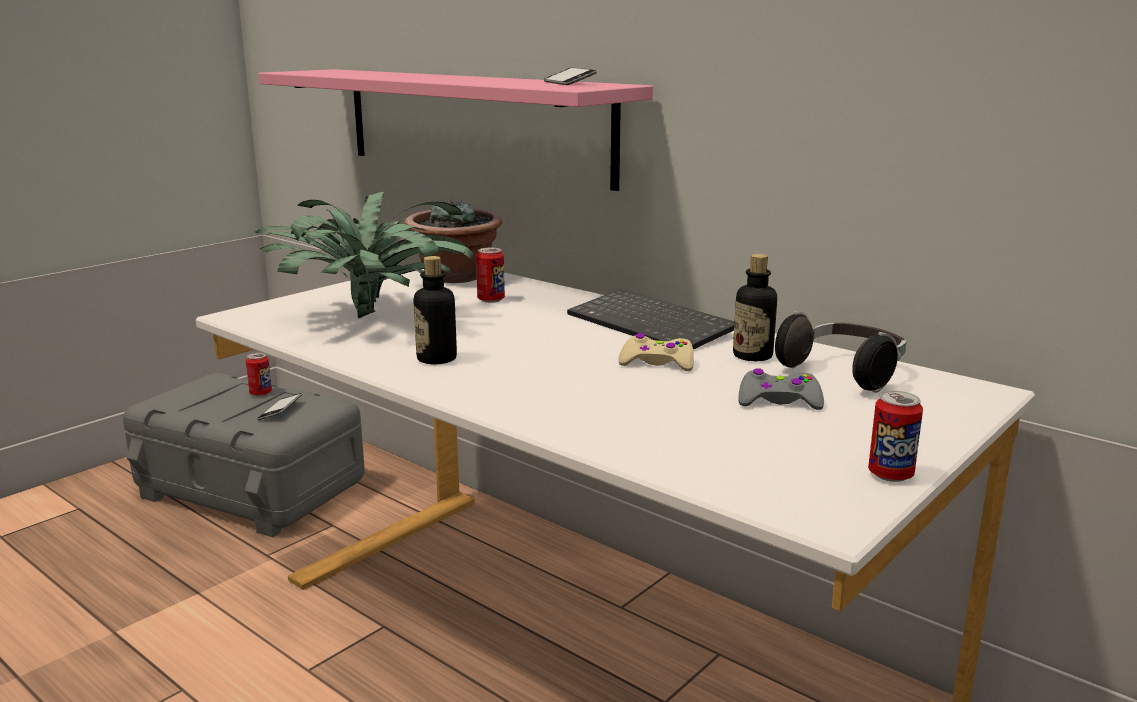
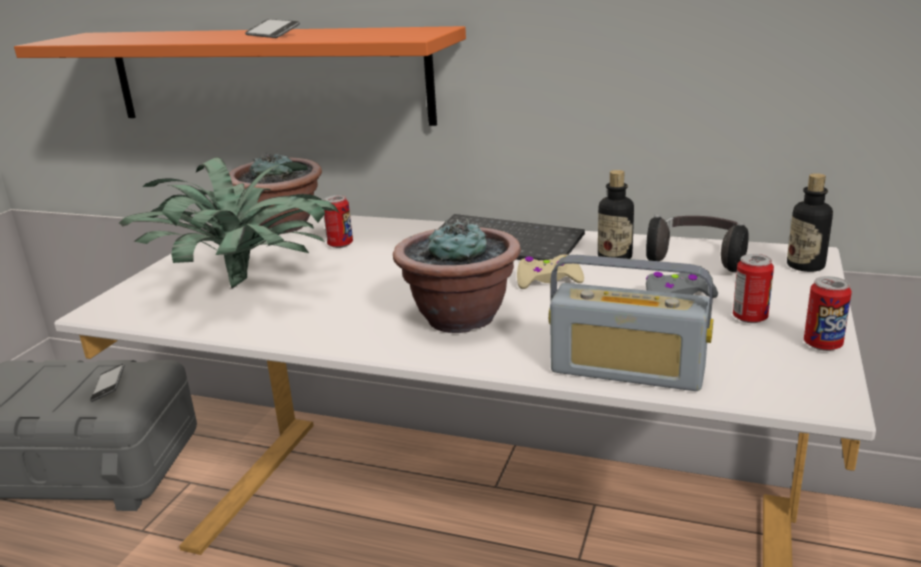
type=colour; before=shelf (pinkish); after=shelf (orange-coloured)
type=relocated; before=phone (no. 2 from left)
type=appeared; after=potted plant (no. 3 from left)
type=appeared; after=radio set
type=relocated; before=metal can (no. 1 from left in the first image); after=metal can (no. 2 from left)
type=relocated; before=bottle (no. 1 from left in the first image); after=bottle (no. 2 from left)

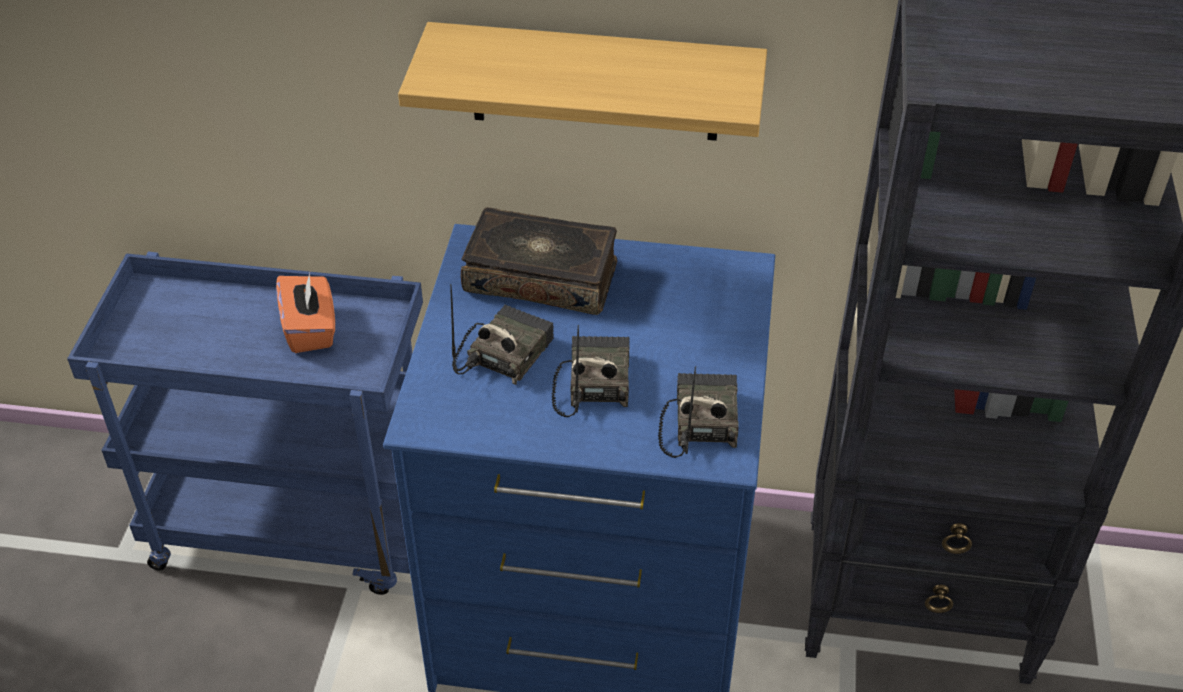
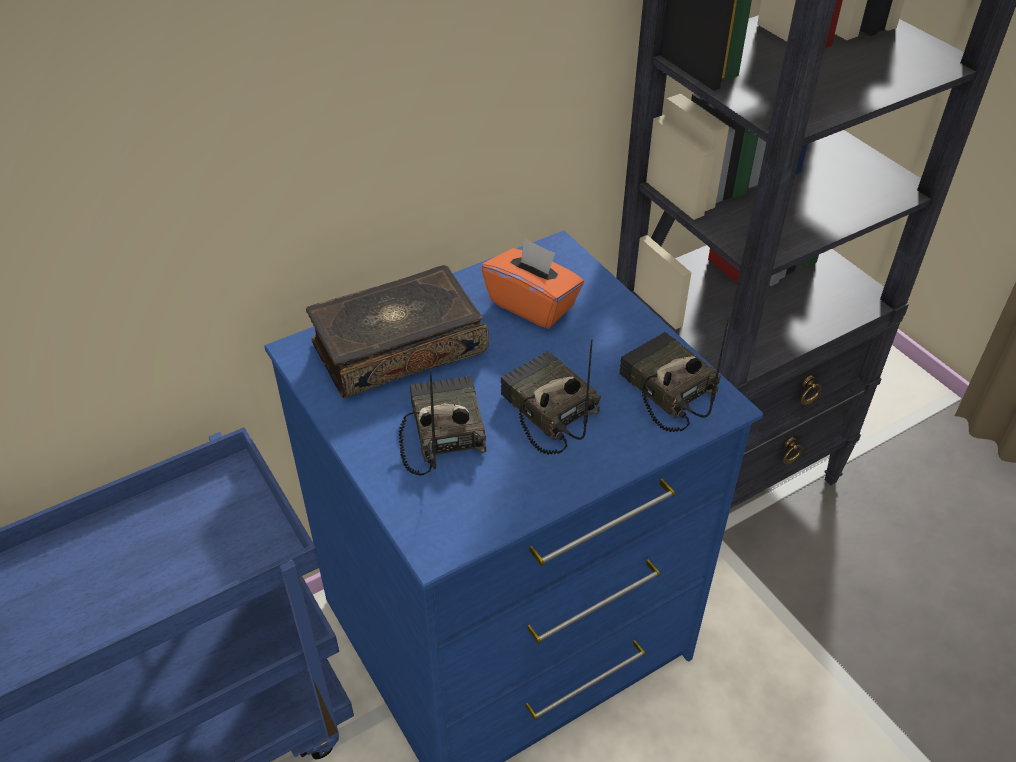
type=relocated; before=tissue holder (orange-coloured)
type=missing; before=shelf

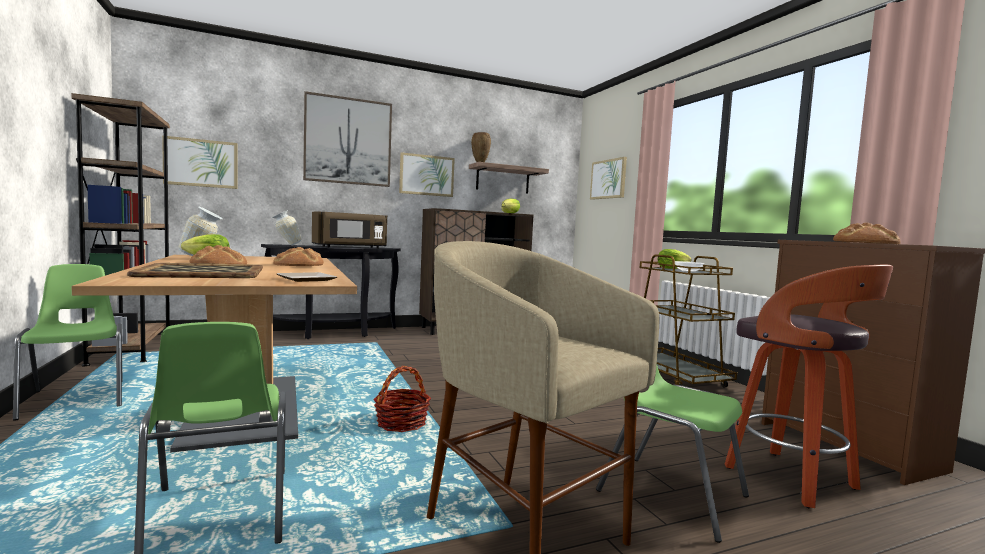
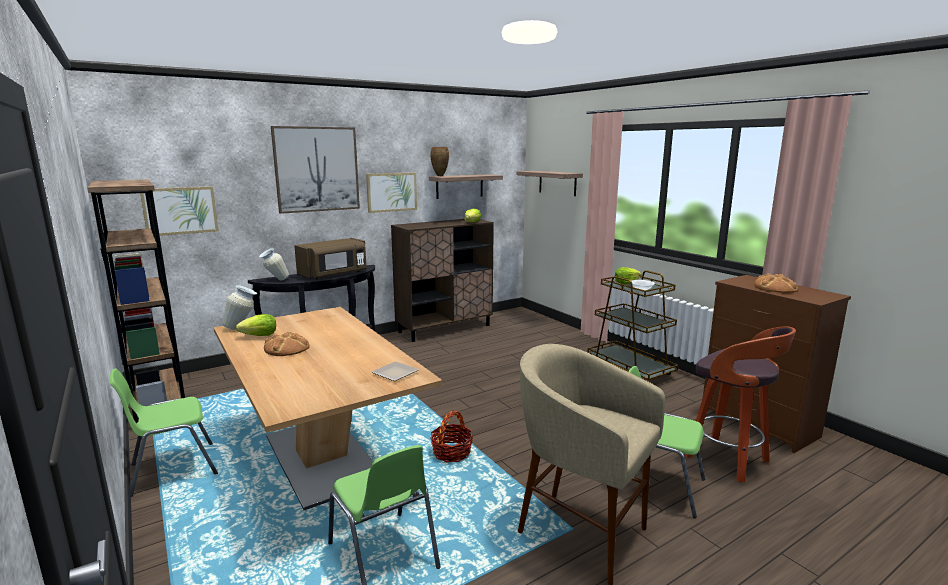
type=spun; before=upright chair (green) (no. 1 from left); turn=-75
type=exchanged; before=picture (no. 4 from left); after=shelf (no. 2 from left)
type=missing; before=carrying tray
type=missing; before=baked bread (no. 2 from left)

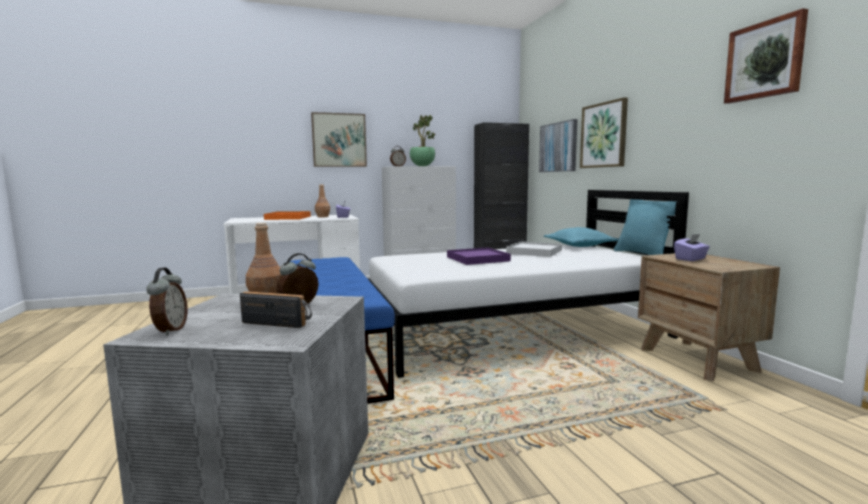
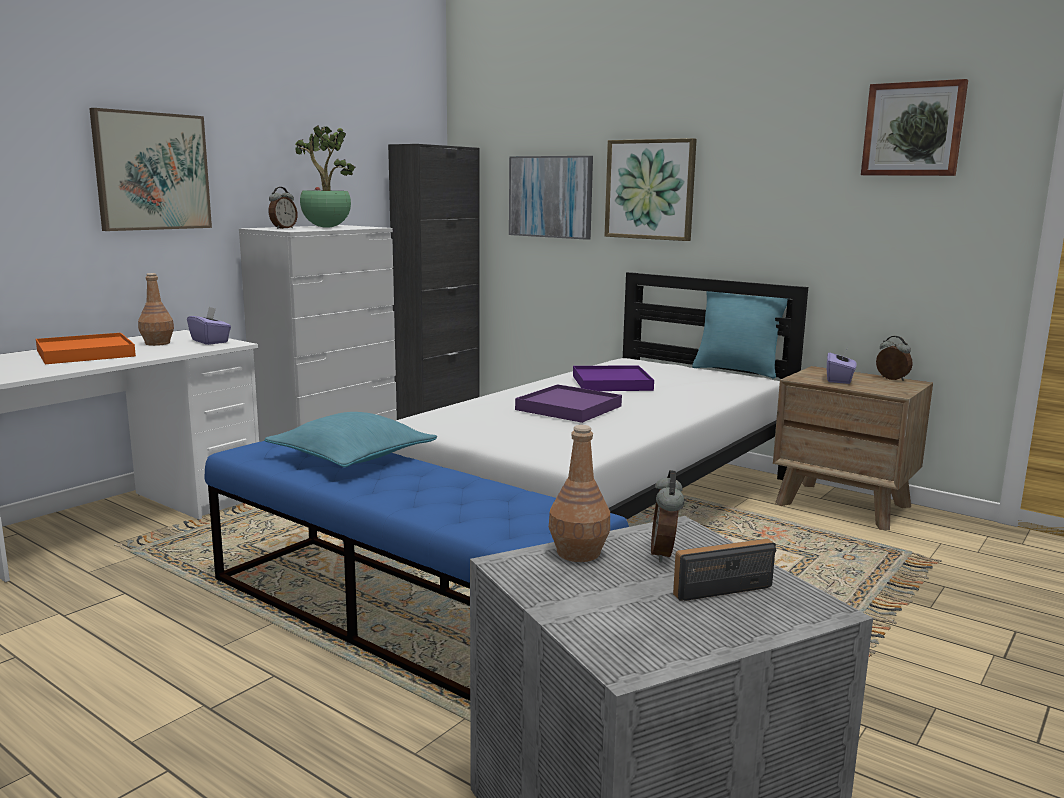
type=relocated; before=throw pillow (turquoise-coloured) (no. 1 from left)
type=colour; before=carrying tray (whitish); after=carrying tray (purple) (no. 2 from left)
type=relocated; before=alarm clock (no. 1 from left in the first image); after=alarm clock (no. 3 from left)

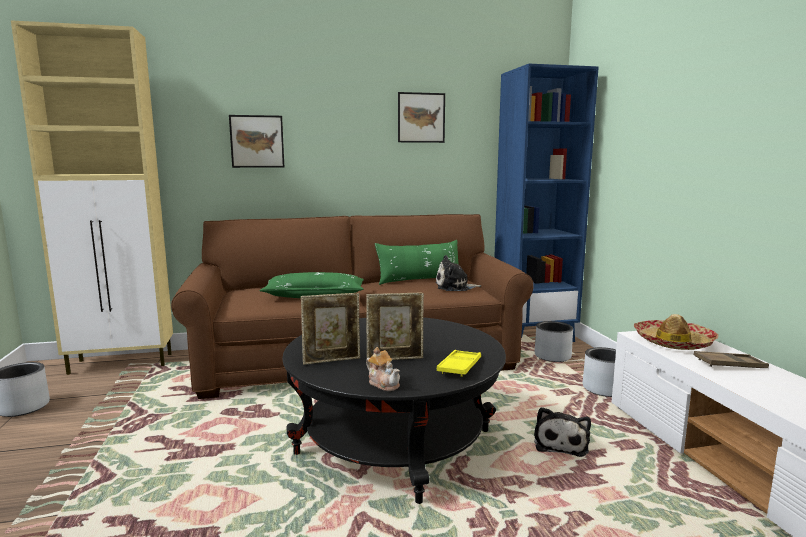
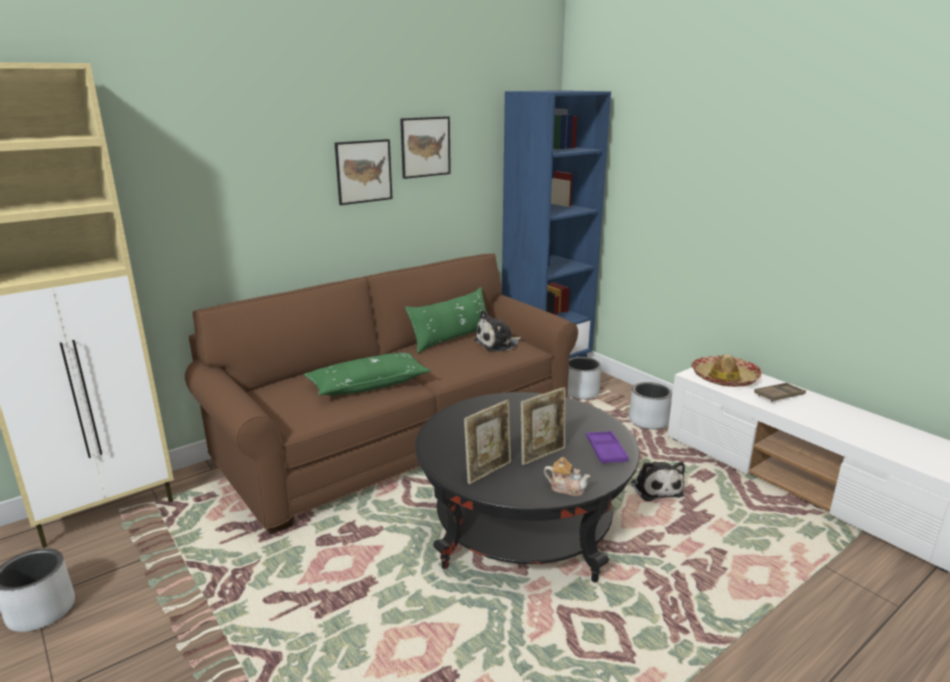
type=relocated; before=picture (no. 1 from left)
type=colour; before=carrying tray (yellowish); after=carrying tray (purple)

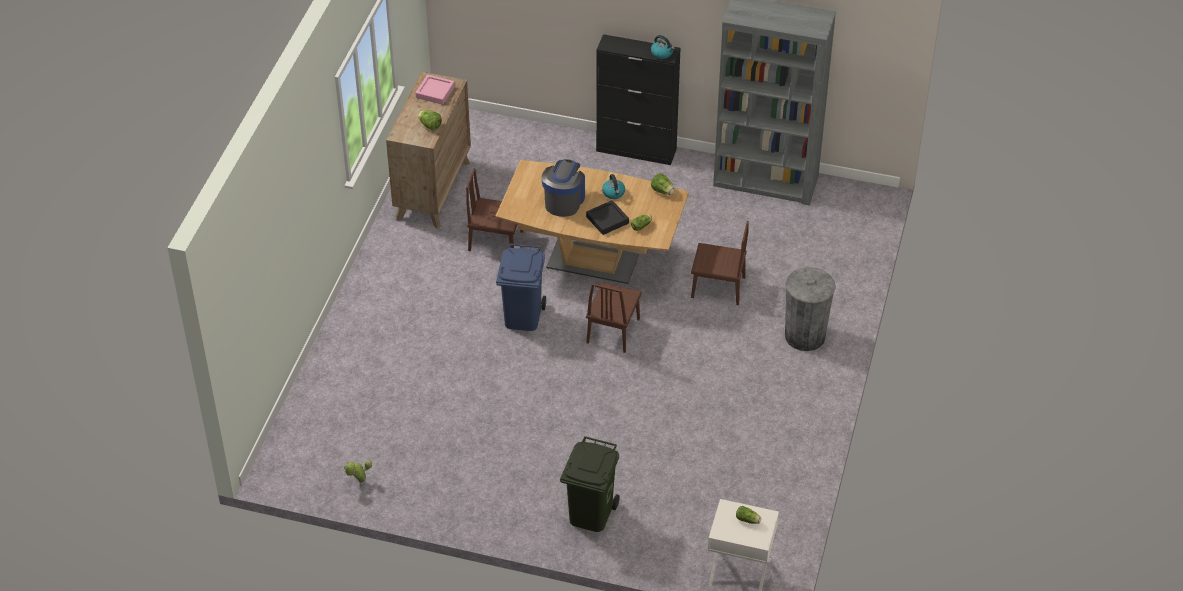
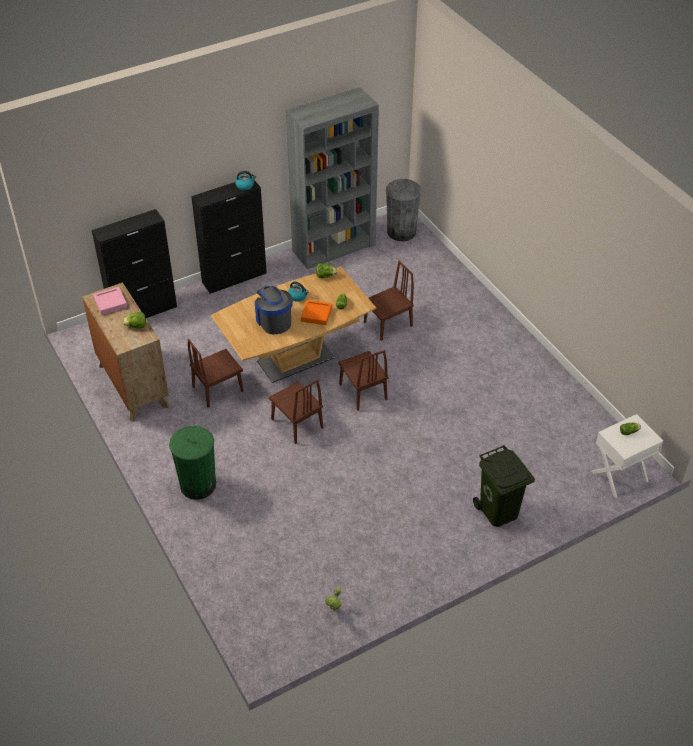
type=appeared; after=cabinet (blackish) (no. 1 from left)
type=appeared; after=trash can (green) (no. 1 from left)
type=exchanged; before=trash can (blue-coloured); after=upright chair (brownish) (no. 2 from left)
type=colour; before=carrying tray (blackish); after=carrying tray (orange-coloured)
type=relocated; before=trash can (grey)

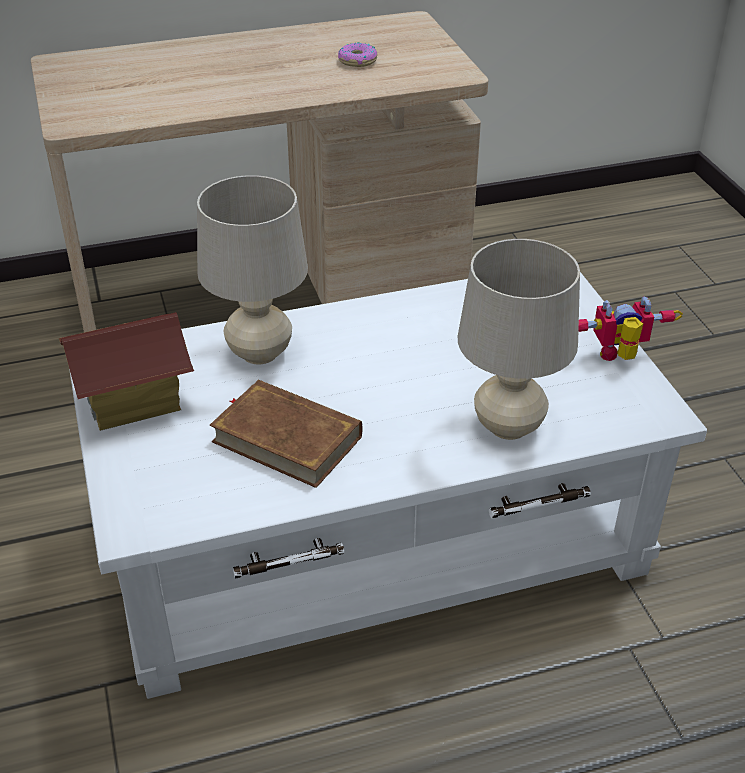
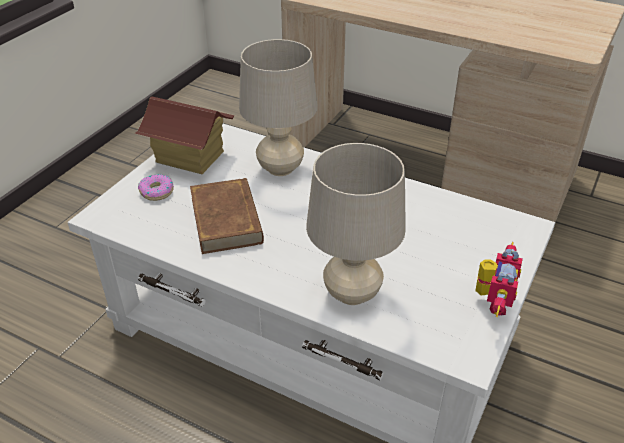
type=relocated; before=doughnut
type=spun; before=toy robot; turn=75

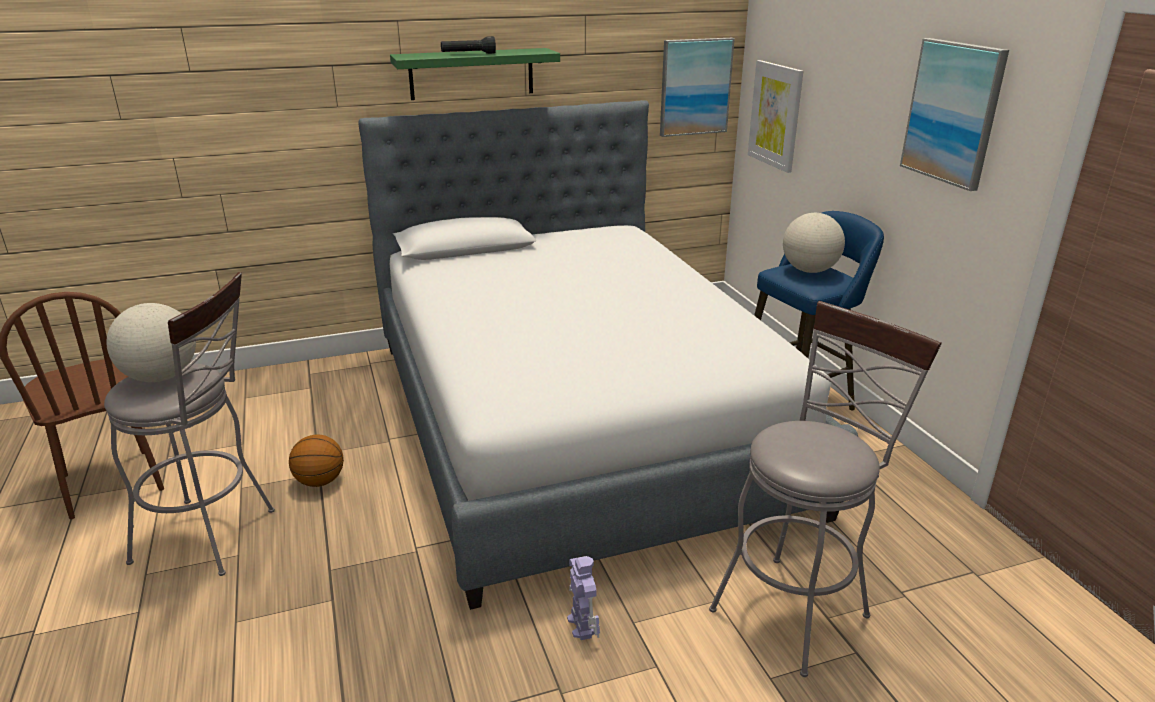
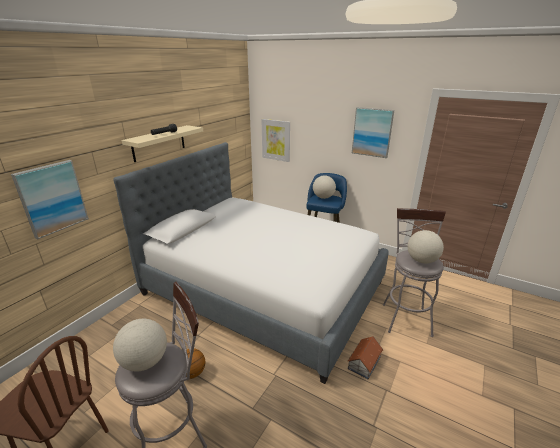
type=relocated; before=picture (no. 1 from left)
type=colour; before=shelf (green); after=shelf (sand-coloured)
type=exchanged; before=toy robot; after=toy house
type=appeared; after=globe (no. 3 from left)

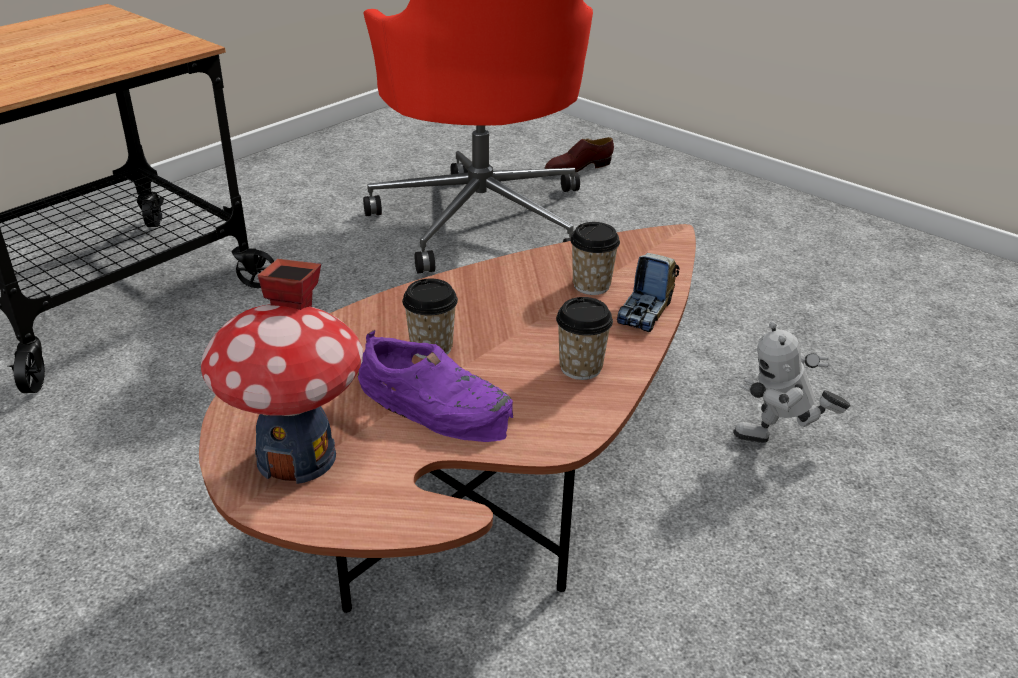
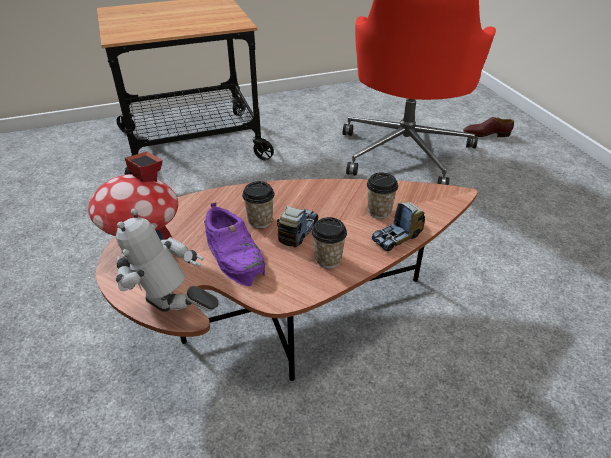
type=relocated; before=toy robot
type=appeared; after=toy truck (no. 1 from left)

